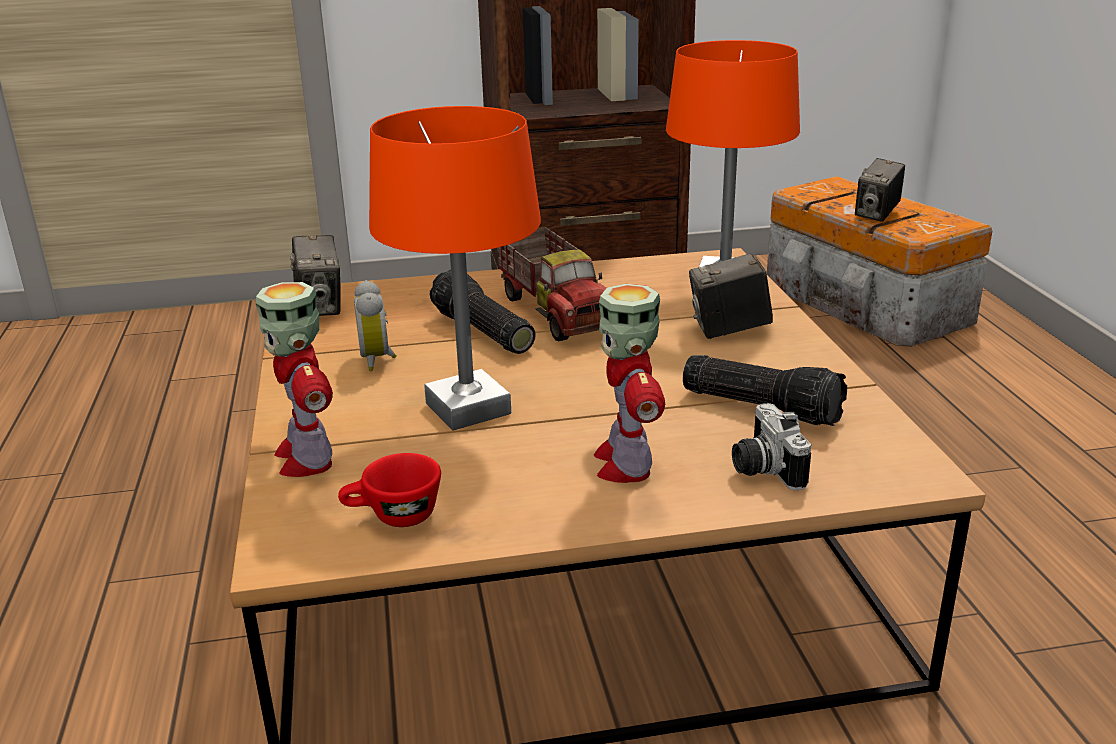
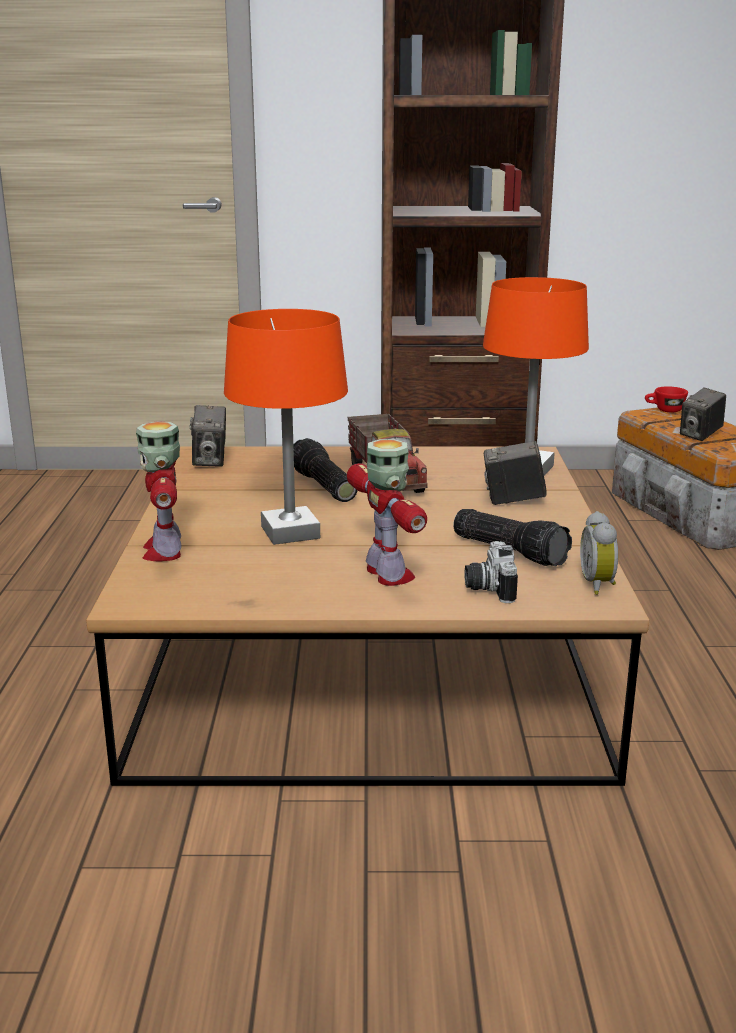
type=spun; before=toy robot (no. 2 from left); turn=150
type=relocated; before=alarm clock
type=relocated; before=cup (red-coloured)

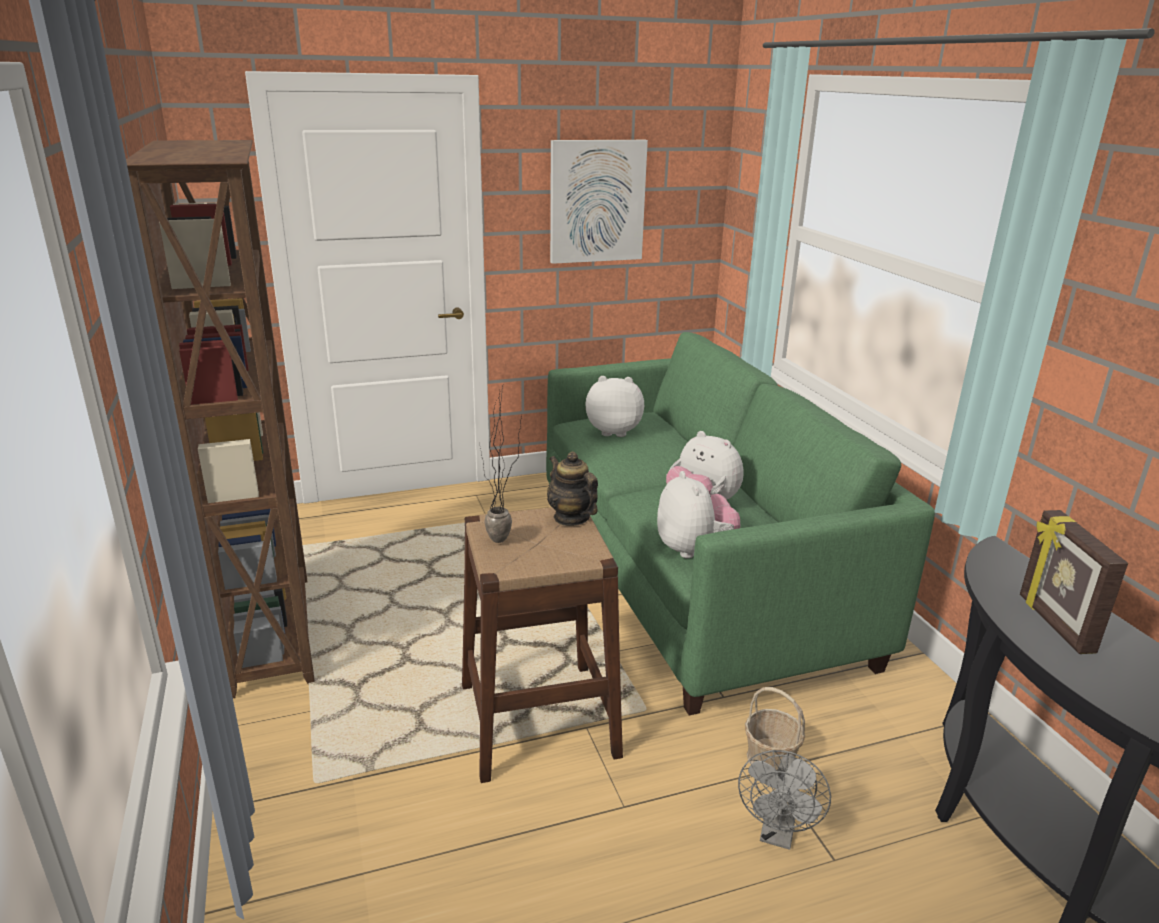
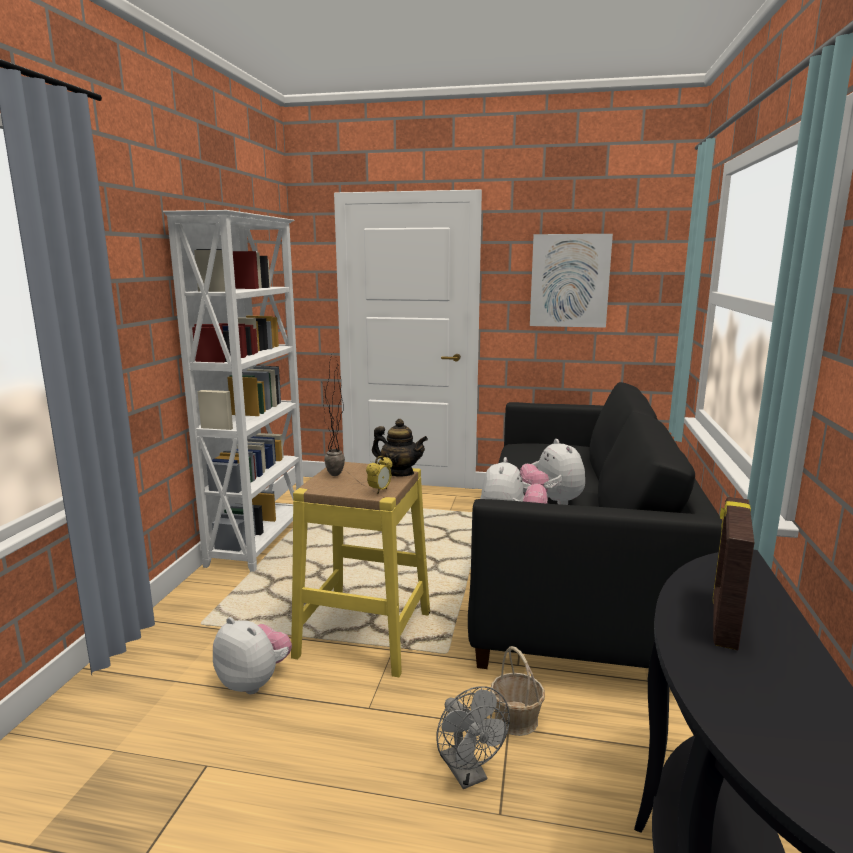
type=colour; before=bookshelf (brownish); after=bookshelf (whitish)
type=relocated; before=cuddly toy (no. 1 from left)
type=colour; before=stool (brownish); after=stool (yellowish)
type=appeared; after=alarm clock
type=spun; before=tea pot; turn=120
type=spun; before=electric fan (grey); turn=-75
type=colour; before=couch (green); after=couch (blackish)

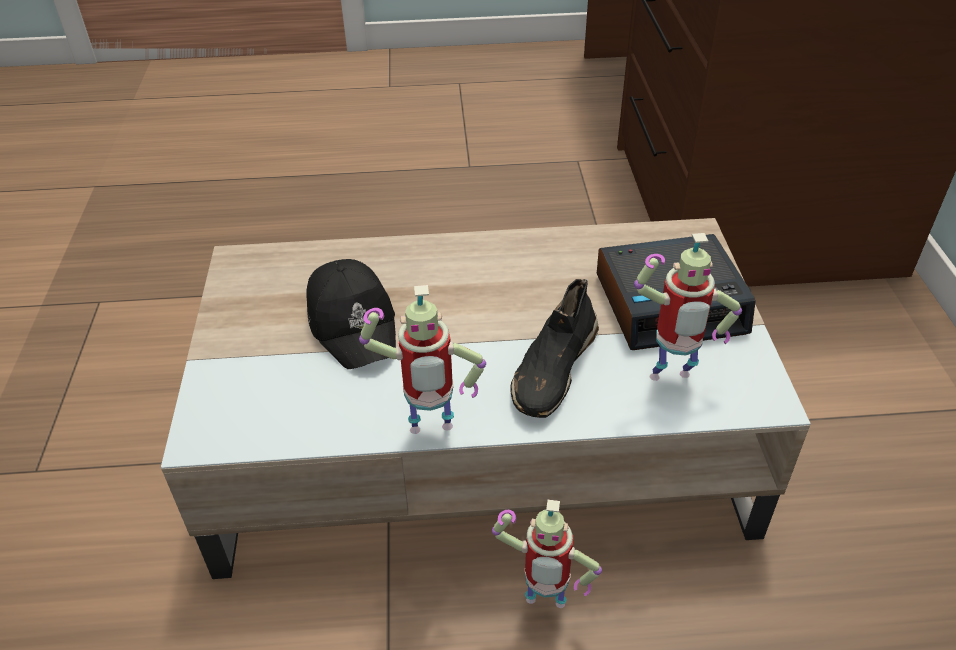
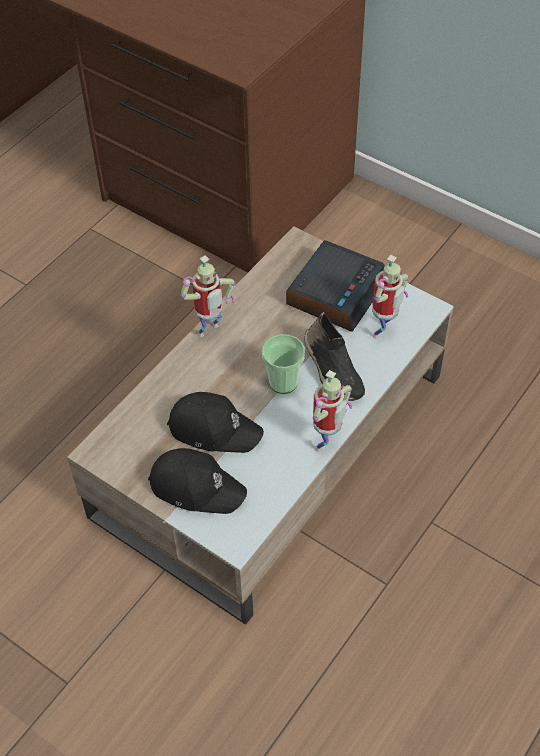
type=appeared; after=baseball cap (blackish) (no. 1 from left)
type=relocated; before=toy robot (no. 2 from left in the first image); after=toy robot (no. 1 from left)
type=appeared; after=cup

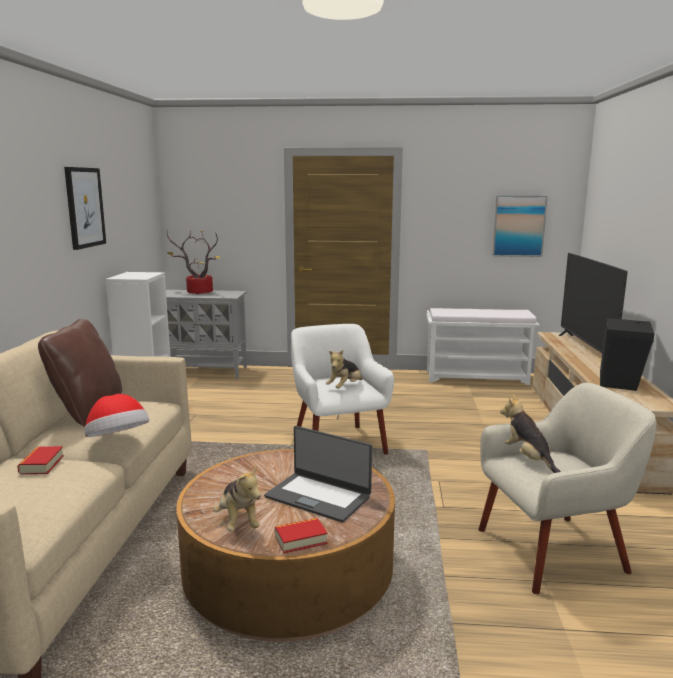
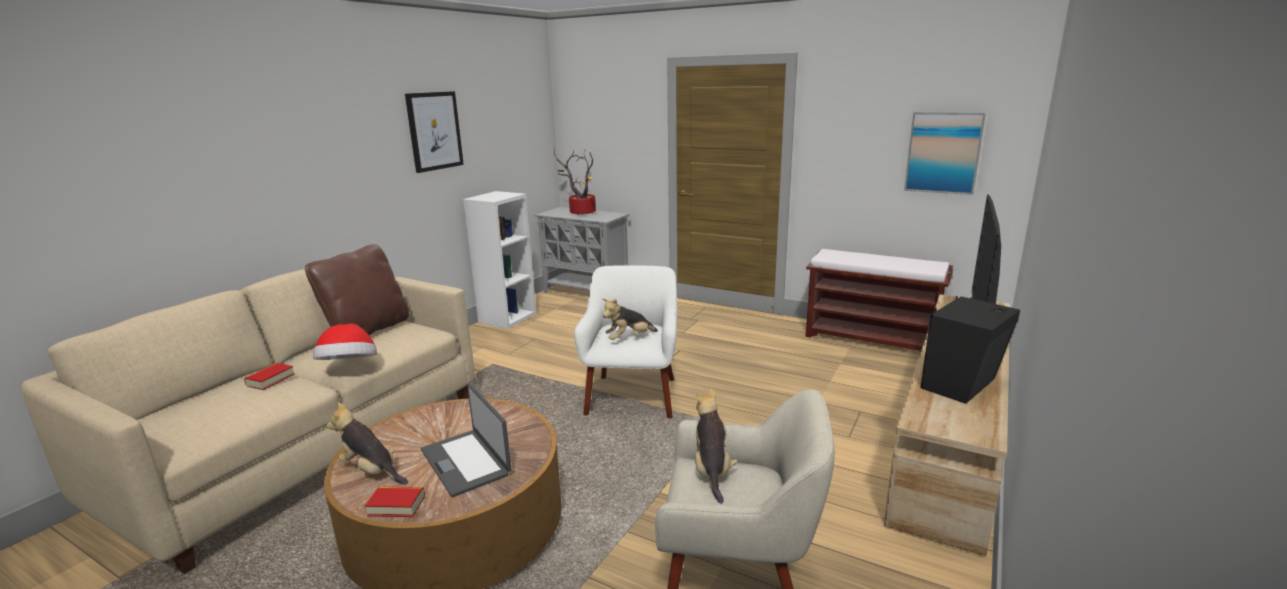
type=spun; before=cuddly toy (no. 1 from left); turn=120
type=colour; before=long seat (whitish); after=long seat (brownish)

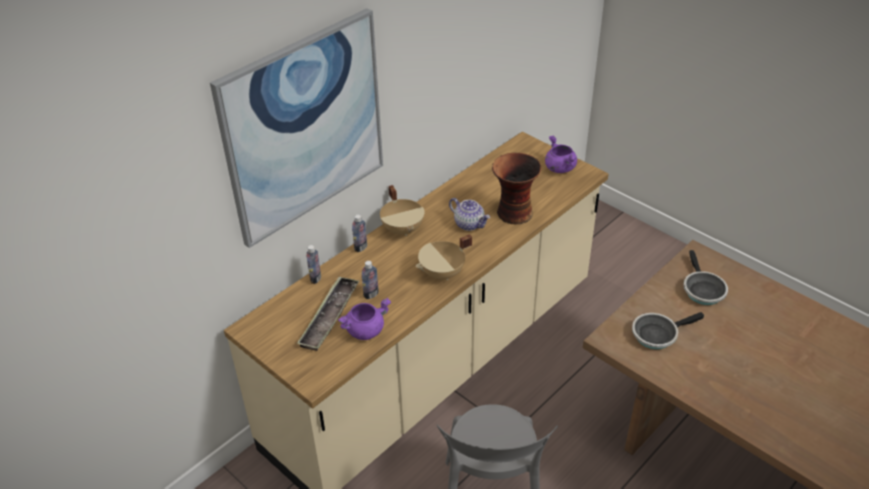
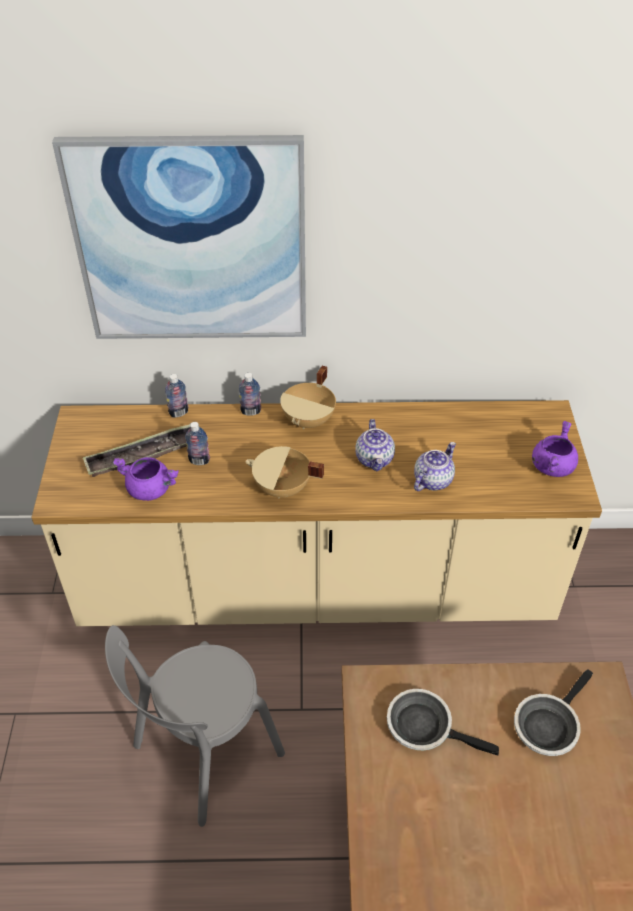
type=exchanged; before=vase; after=tea pot (no. 2 from left)

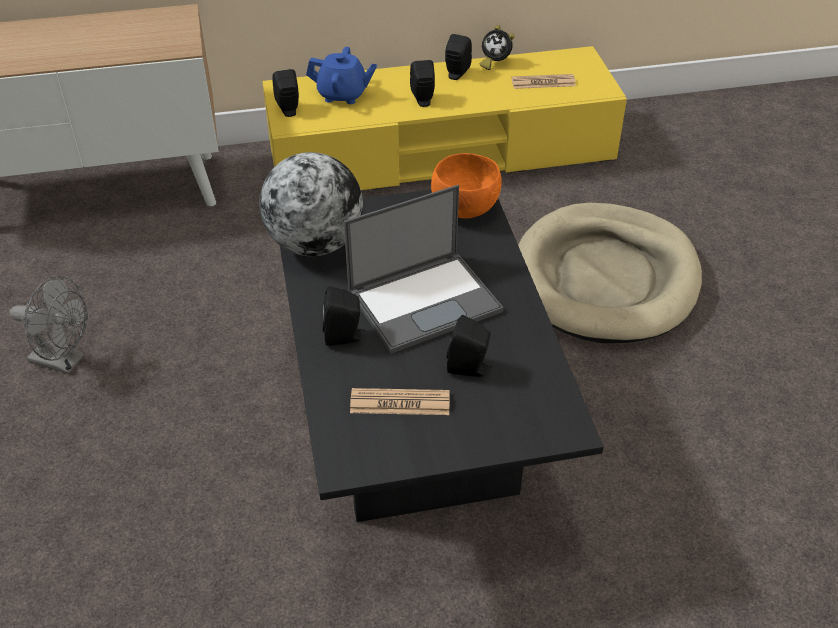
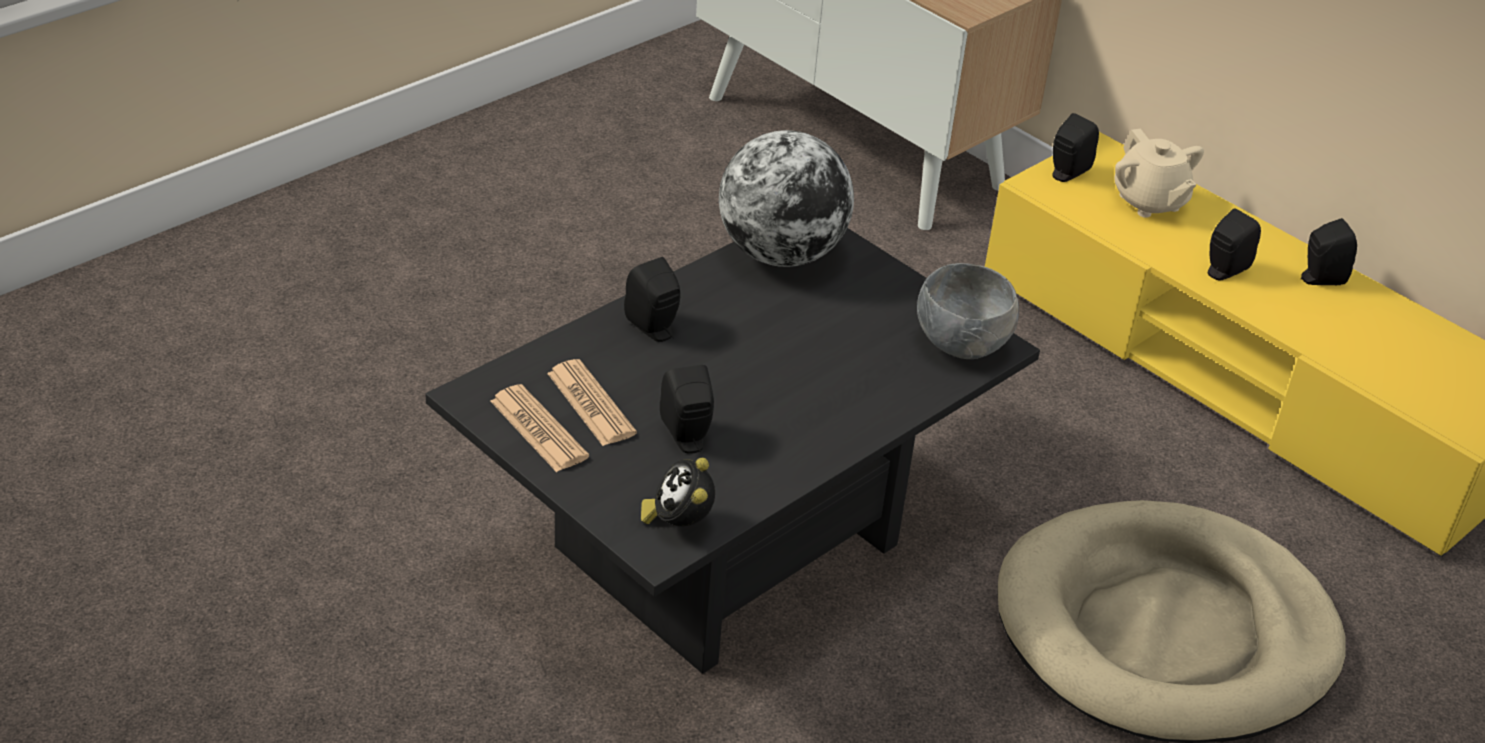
type=relocated; before=daily paper (no. 2 from left in the first image); after=daily paper (no. 1 from left)
type=relocated; before=alarm clock
type=colour; before=serving bowl (orange-coloured); after=serving bowl (grey)
type=colour; before=tea pot (blue-coloured); after=tea pot (sand-coloured)
type=missing; before=electric fan (grey)
type=missing; before=laptop

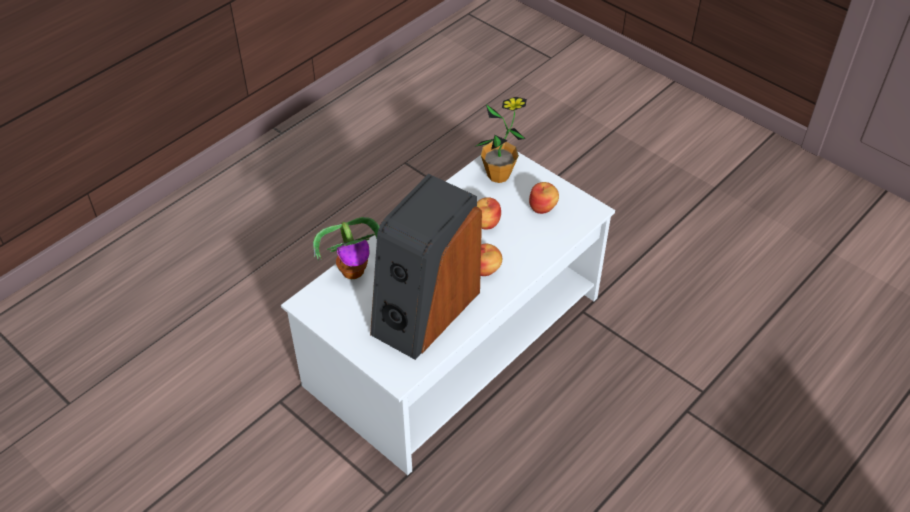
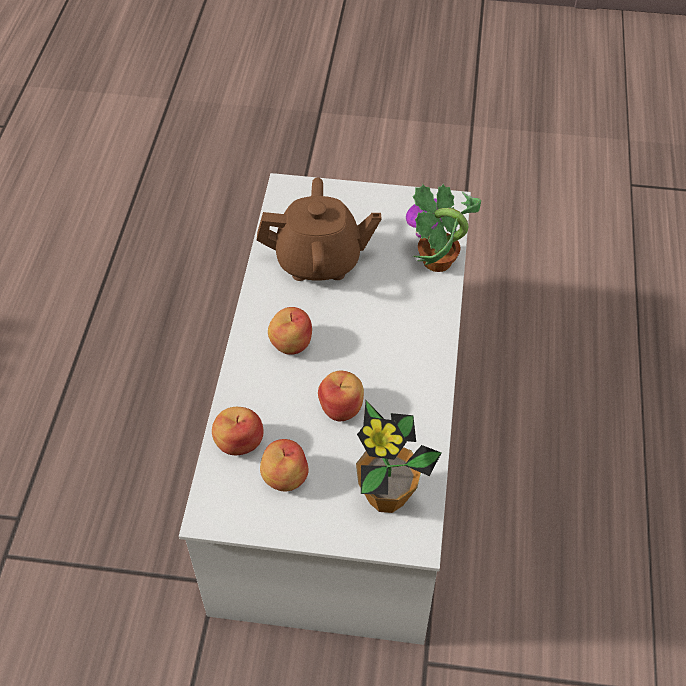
type=appeared; after=apple (no. 1 from left)
type=exchanged; before=loudspeaker; after=tea pot (brownish)

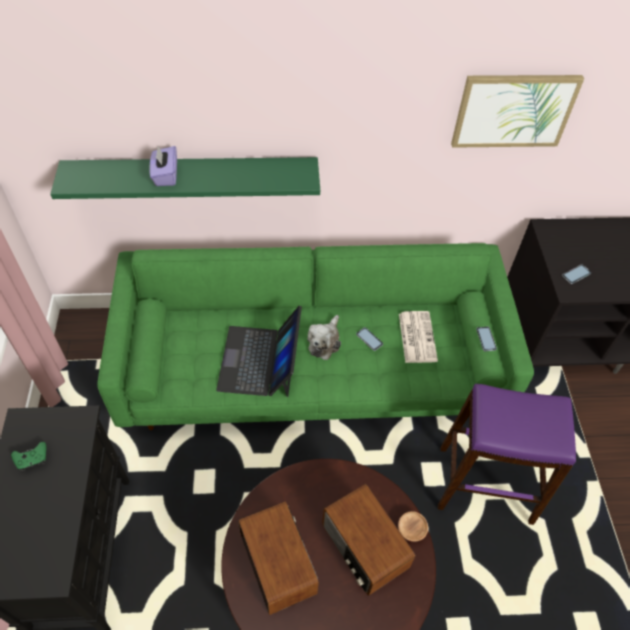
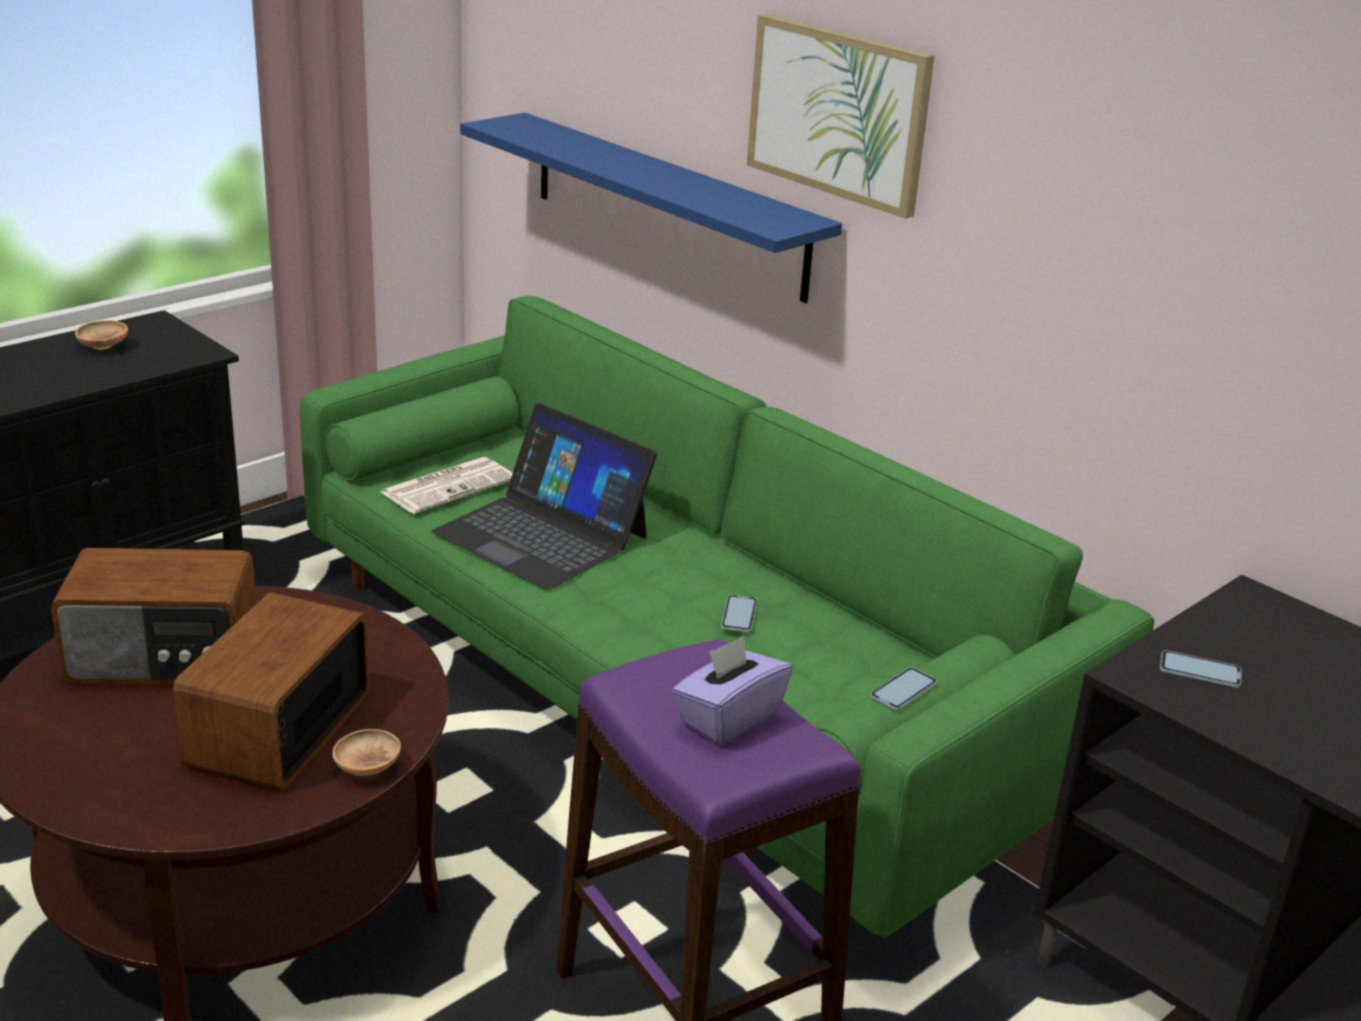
type=spun; before=radio set (no. 1 from left); turn=60
type=exchanged; before=gamepad (green); after=serving bowl (brownish) (no. 1 from left)
type=relocated; before=daily paper
type=spun; before=laptop; turn=-105
type=colour; before=shelf (green); after=shelf (blue-coloured)
type=relocated; before=tissue holder (purple)
type=relocated; before=picture
type=missing; before=cuddly toy

